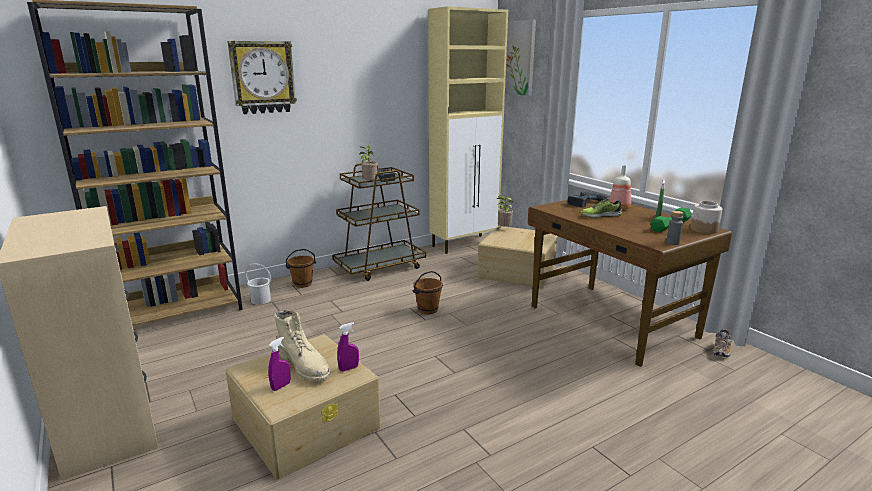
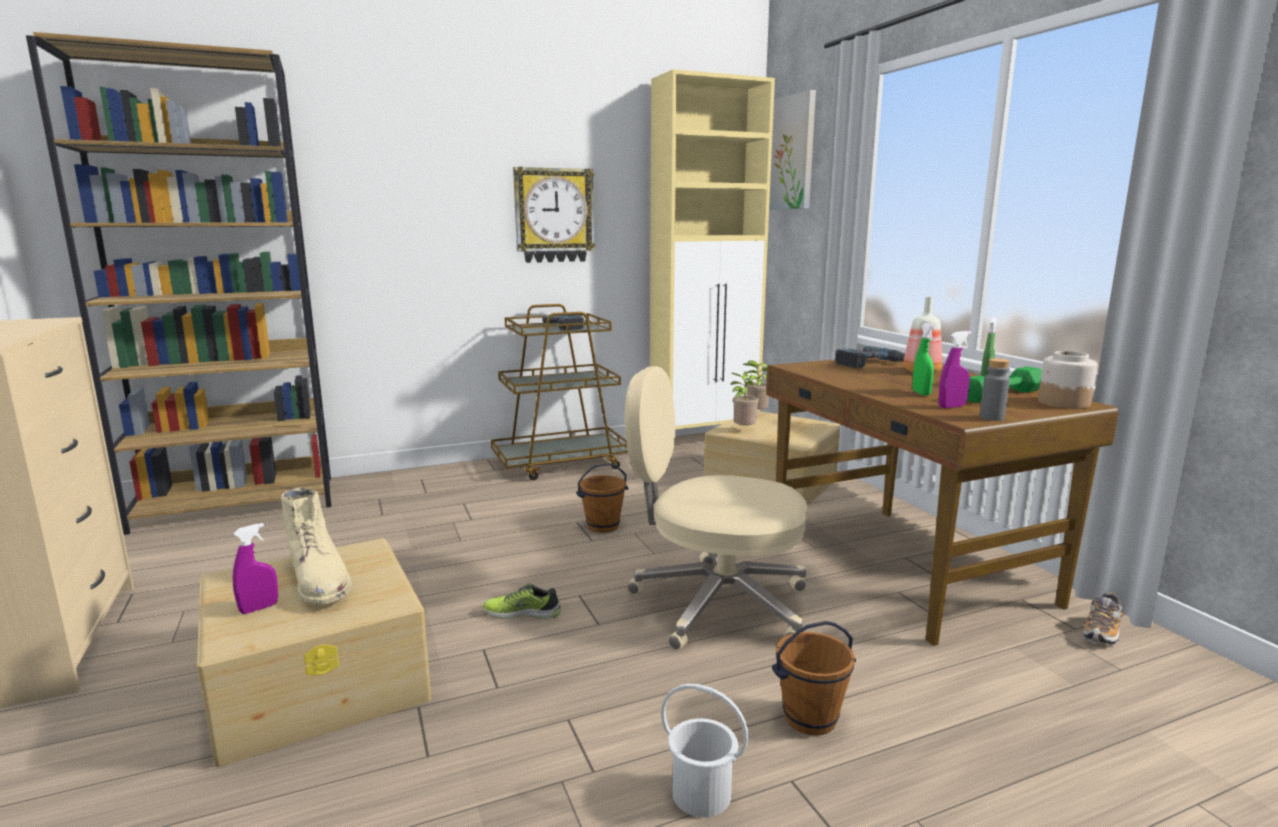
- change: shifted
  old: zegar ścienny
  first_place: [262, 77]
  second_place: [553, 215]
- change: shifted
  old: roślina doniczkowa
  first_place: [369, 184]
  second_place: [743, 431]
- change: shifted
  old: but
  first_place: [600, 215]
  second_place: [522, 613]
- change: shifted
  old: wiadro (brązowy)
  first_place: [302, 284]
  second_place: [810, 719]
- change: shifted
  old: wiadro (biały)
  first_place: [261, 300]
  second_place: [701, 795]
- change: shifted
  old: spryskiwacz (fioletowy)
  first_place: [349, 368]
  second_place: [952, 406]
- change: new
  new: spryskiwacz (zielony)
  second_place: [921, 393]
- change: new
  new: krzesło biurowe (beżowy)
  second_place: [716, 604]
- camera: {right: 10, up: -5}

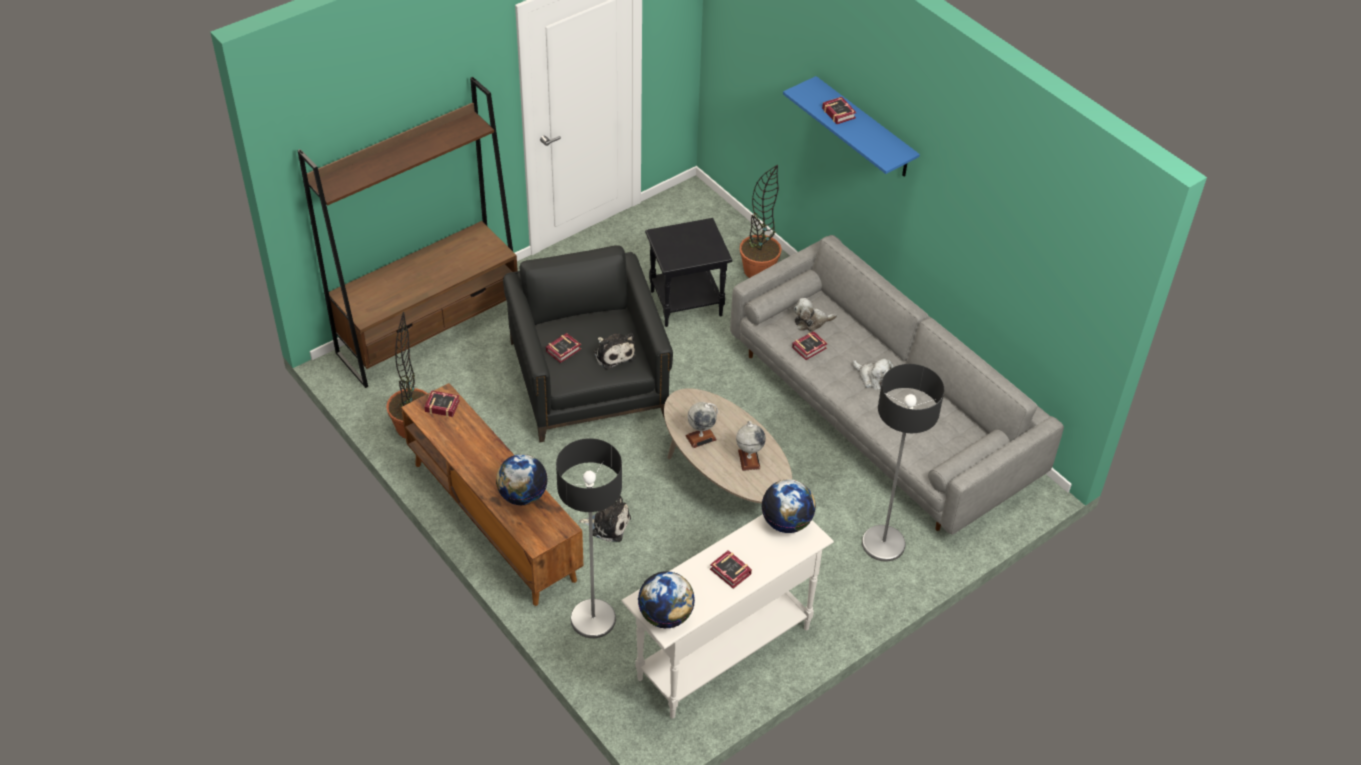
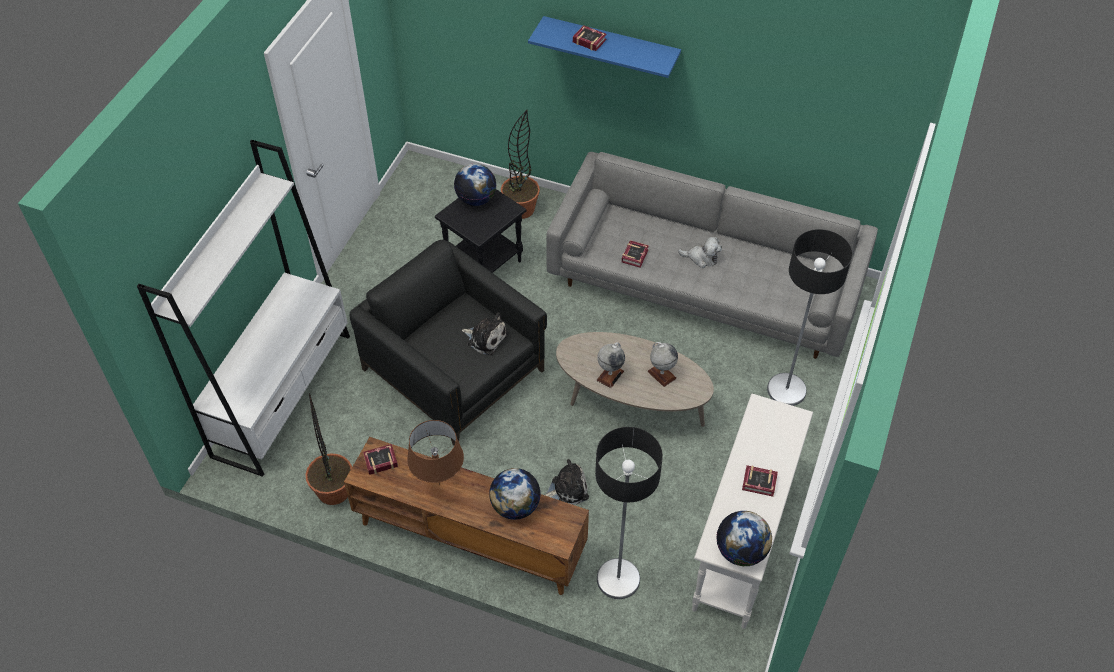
- change: repainted
  old: regał (brązowy)
  new: regał (biały)
  first_place: [430, 331]
  second_place: [283, 394]
- change: gone
  old: pluszak
  first_place: [811, 322]
- change: gone
  old: książka
  first_place: [565, 350]
- change: shifted
  old: globus
  first_place: [787, 522]
  second_place: [476, 199]
- change: new
  new: lampa stołowa (brązowy)
  second_place: [439, 484]
- camera: {right: -30, up: 5}

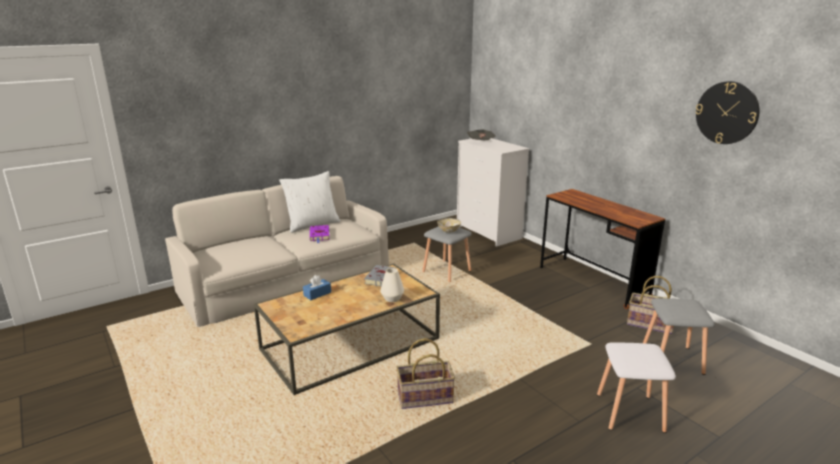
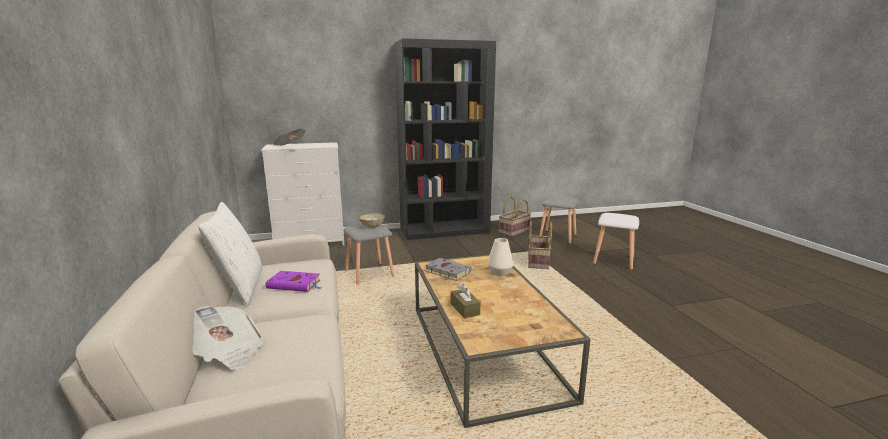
- change: gone
  old: zegar ścienny
  first_place: [727, 113]
- change: swapped
  old: biurko (brązowy)
  new: regał (czarny)
  first_place: [593, 282]
  second_place: [445, 231]
- change: repainted
  old: pudełko chusteczek (niebieski)
  new: pudełko chusteczek (brązowy)
  first_place: [317, 294]
  second_place: [465, 309]
- change: shifted
  old: koszyk
  first_place: [425, 398]
  second_place: [538, 262]
- change: new
  new: gazeta
  second_place: [227, 353]
- camera: {right: -70, up: -5}

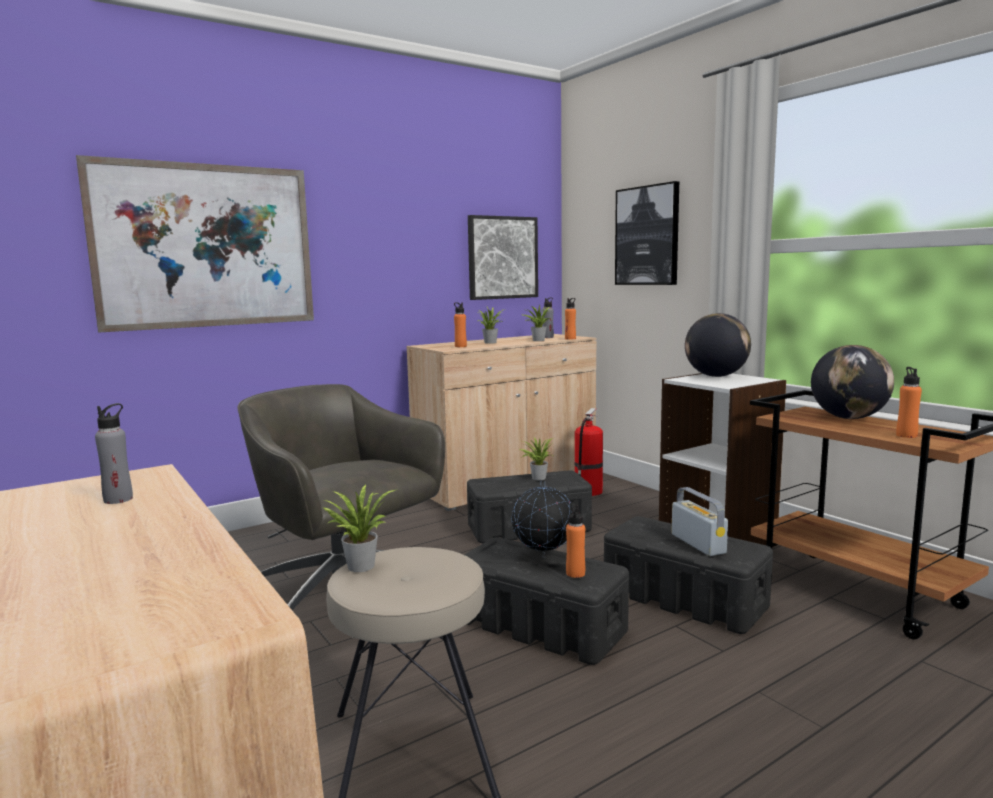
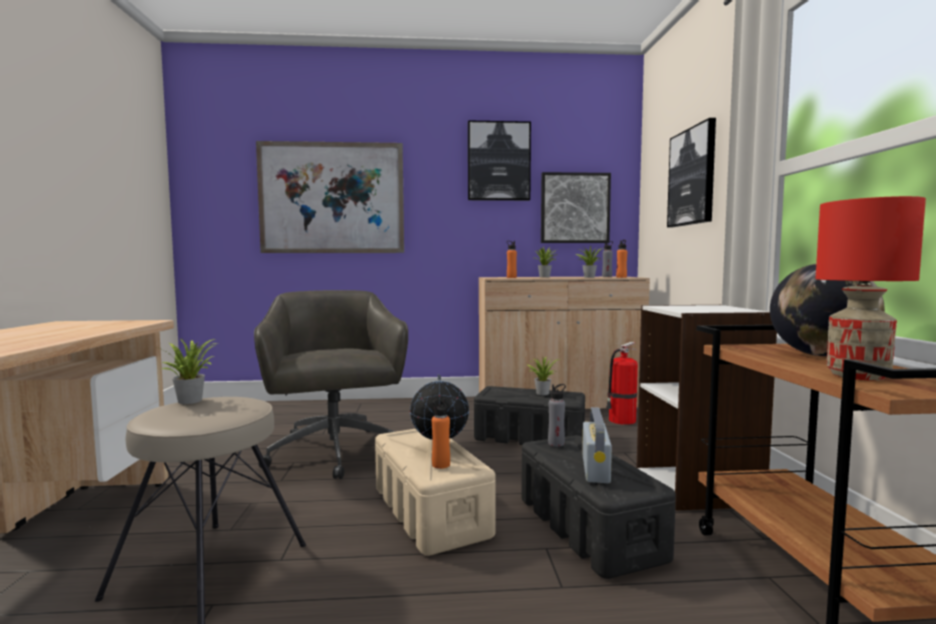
- change: gone
  old: globus
  first_place: [716, 376]
- change: swapped
  old: butelka (pomarańczowy)
  new: lampa stołowa (czerwony)
  first_place: [906, 435]
  second_place: [856, 375]
- change: shifted
  old: butelka (szary)
  first_place: [118, 499]
  second_place: [556, 443]
- change: repainted
  old: pojemnik do przechowywania (czarny)
  new: pojemnik do przechowywania (beżowy)
  first_place: [541, 626]
  second_place: [430, 511]
- change: new
  new: obraz
  second_place: [498, 161]
- camera: {right: 30, up: -5}

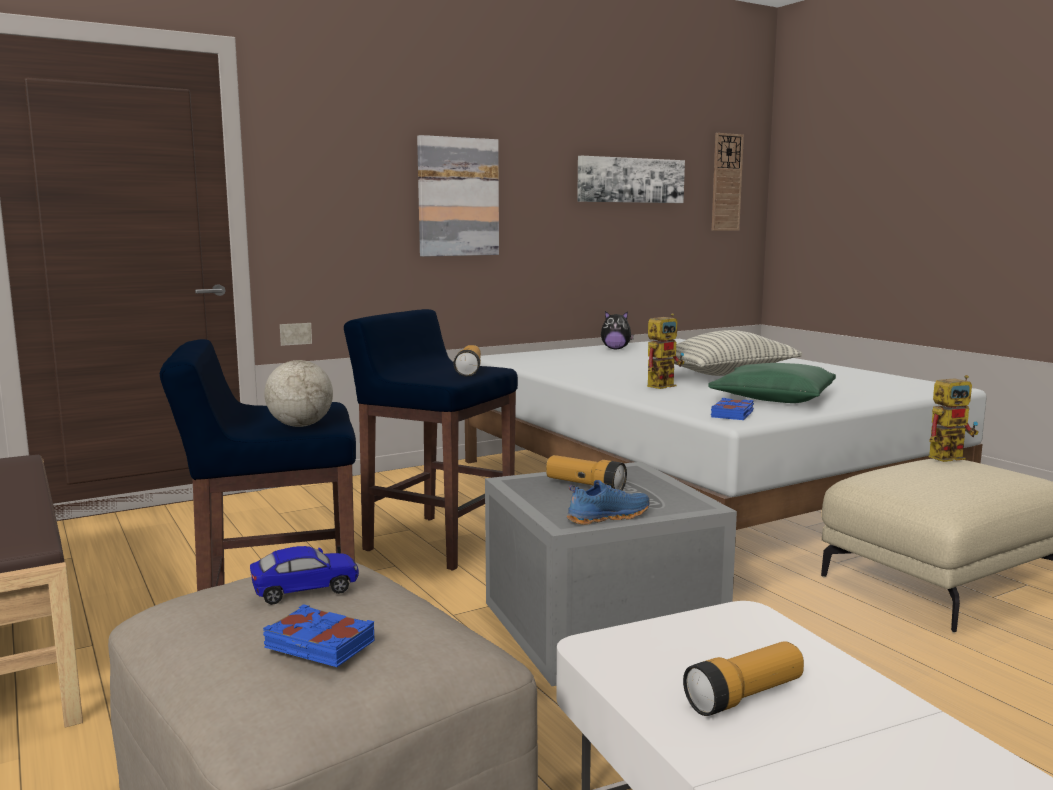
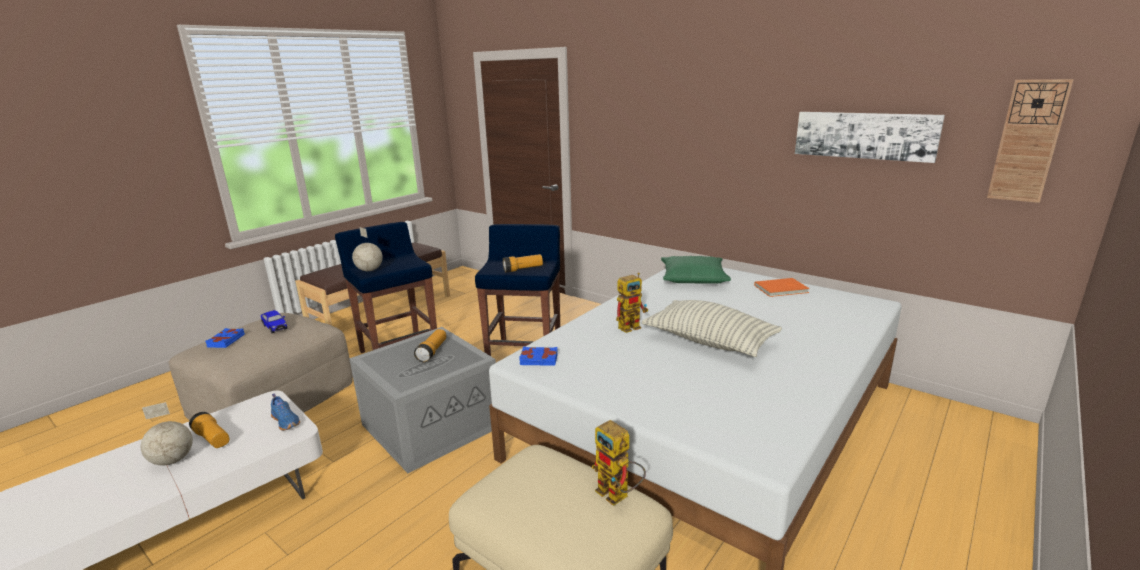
- change: gone
  old: obraz
  first_place: [457, 197]
- change: swapped
  old: pluszak
  new: książka (pomarańczowy)
  first_place: [615, 349]
  second_place: [782, 289]
- change: rotated
  old: robot zabawkowy
  first_place: [663, 385]
  second_place: [632, 326]
  degrees: -60
- change: shifted
  old: poduszka (zielony)
  first_place: [772, 397]
  second_place: [693, 277]
- change: shifted
  old: but (niebieski)
  first_place: [607, 517]
  second_place: [286, 421]
- change: new
  new: globus
  second_place: [172, 460]
- camera: {right: 70, up: 10}

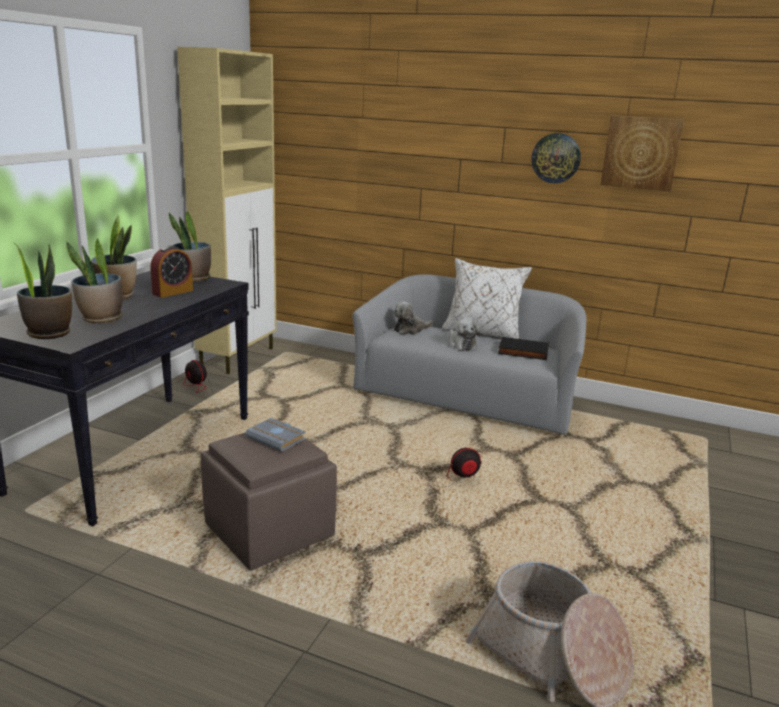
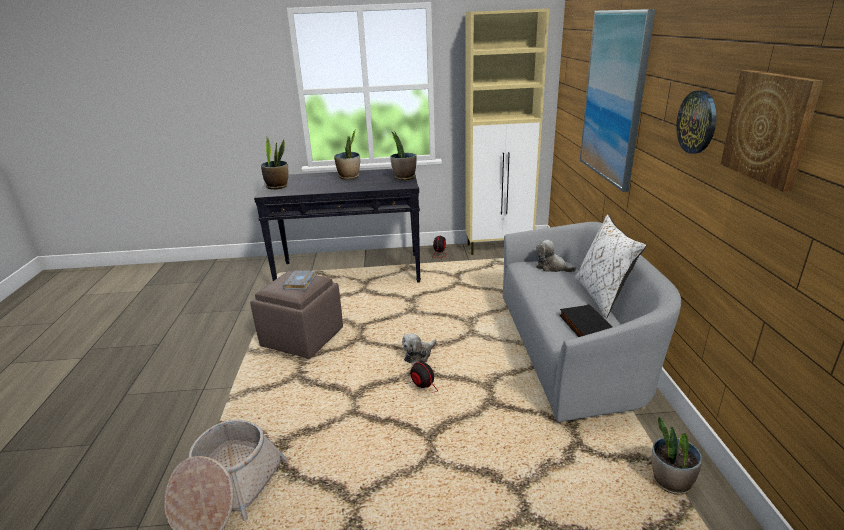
- change: shifted
  old: roślina doniczkowa
  first_place: [101, 319]
  second_place: [670, 481]
- change: gone
  old: budzik
  first_place: [173, 292]
- change: shifted
  old: pluszak
  first_place: [461, 344]
  second_place: [419, 356]
- change: new
  new: obraz
  second_place: [614, 97]
- camera: {right: 65, up: 5}

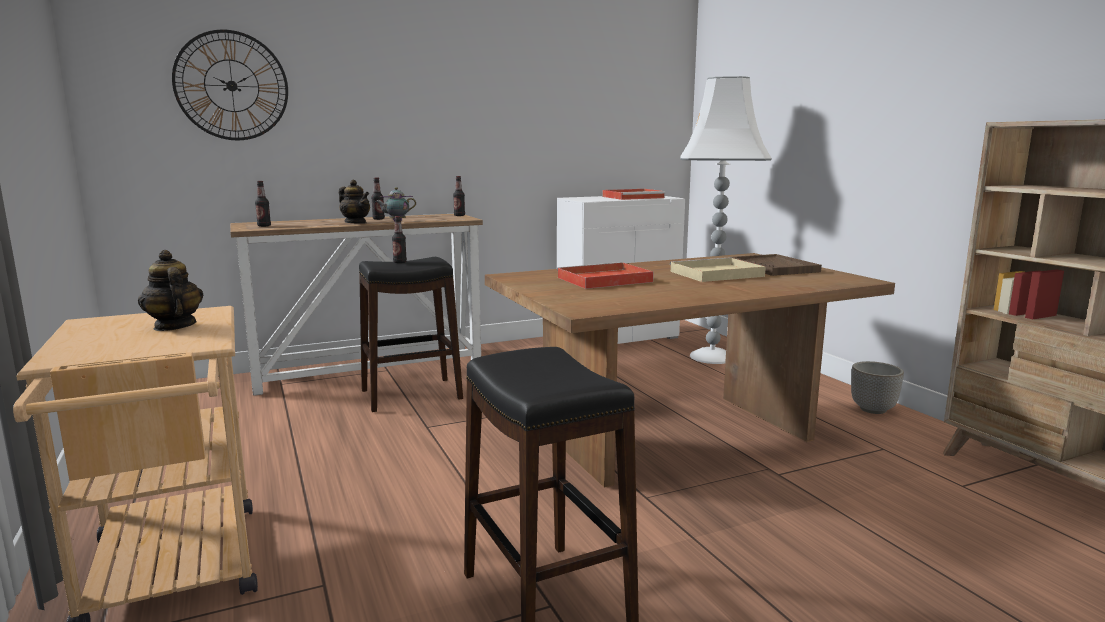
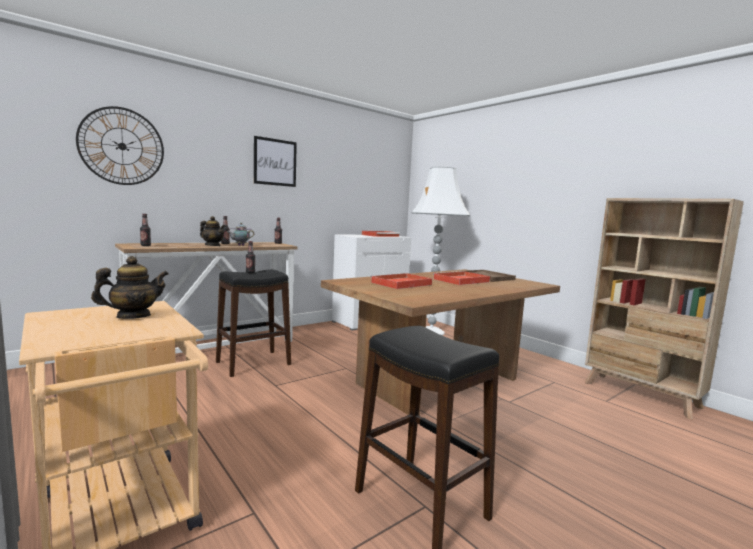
- change: rotated
  old: imbryk
  first_place: [174, 326]
  second_place: [133, 316]
  degrees: 105
- change: repainted
  old: taca (beżowy)
  new: taca (czerwony)
  first_place: [715, 274]
  second_place: [460, 280]
- change: gone
  old: donica
  first_place: [872, 409]
- change: new
  new: obraz
  second_place: [275, 162]
- camera: {right: -15, up: -5}

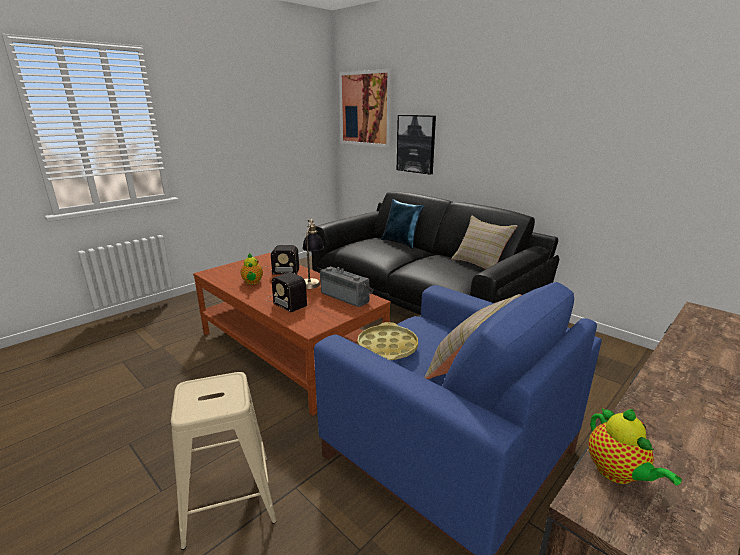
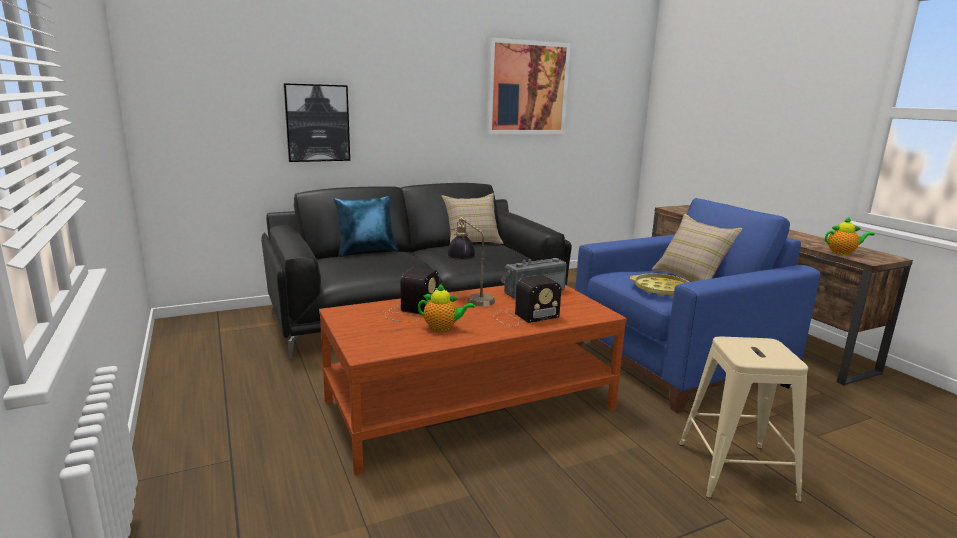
- change: shifted
  old: obraz
  first_place: [365, 109]
  second_place: [527, 88]
- camera: {right: -70, up: -5}

